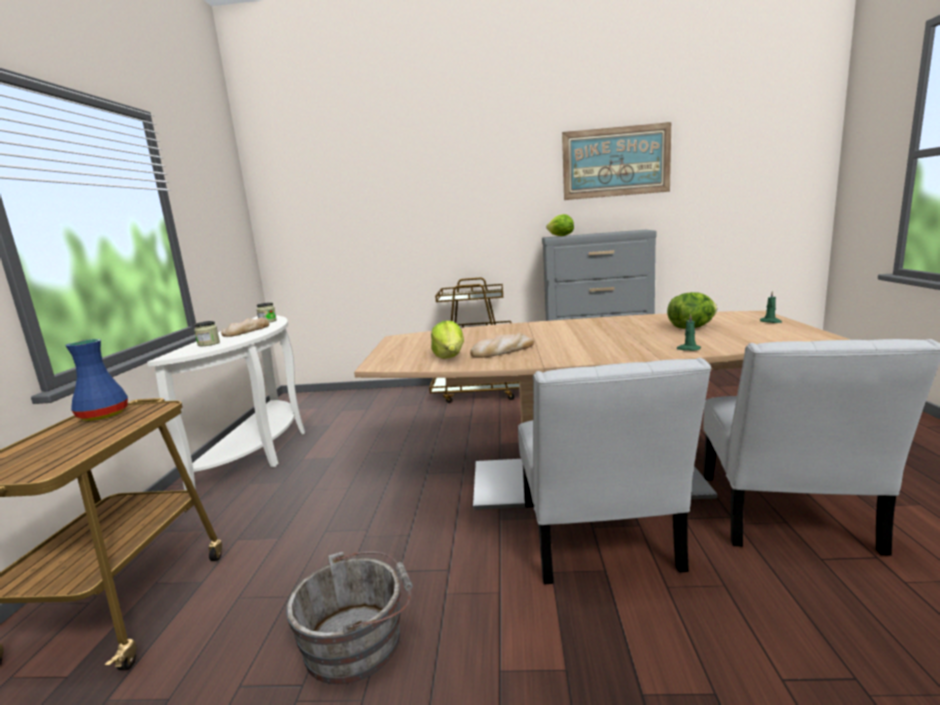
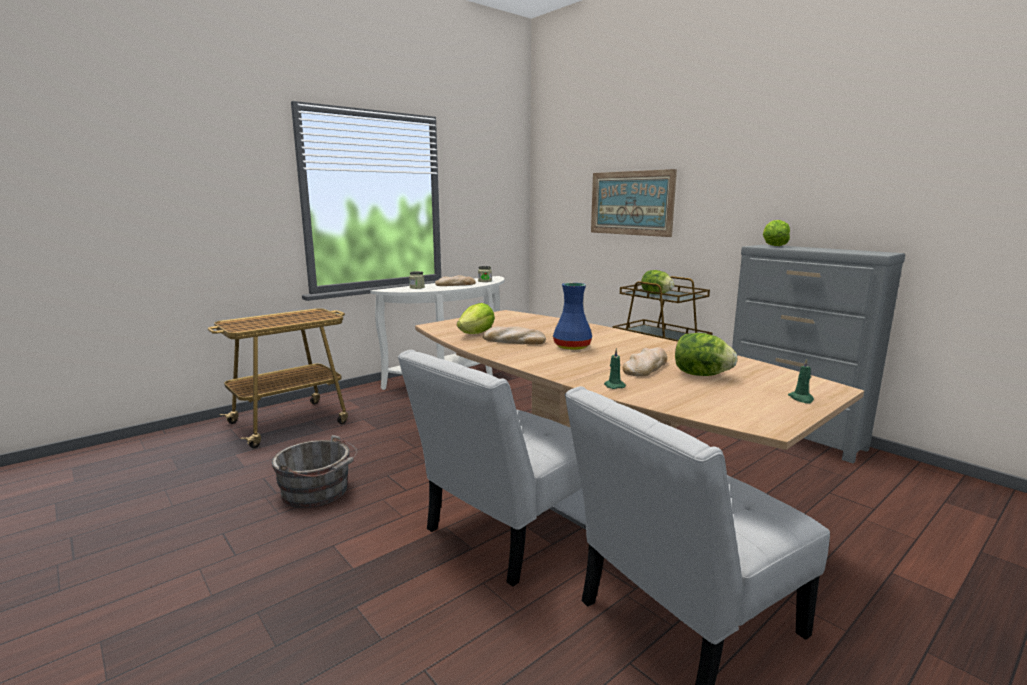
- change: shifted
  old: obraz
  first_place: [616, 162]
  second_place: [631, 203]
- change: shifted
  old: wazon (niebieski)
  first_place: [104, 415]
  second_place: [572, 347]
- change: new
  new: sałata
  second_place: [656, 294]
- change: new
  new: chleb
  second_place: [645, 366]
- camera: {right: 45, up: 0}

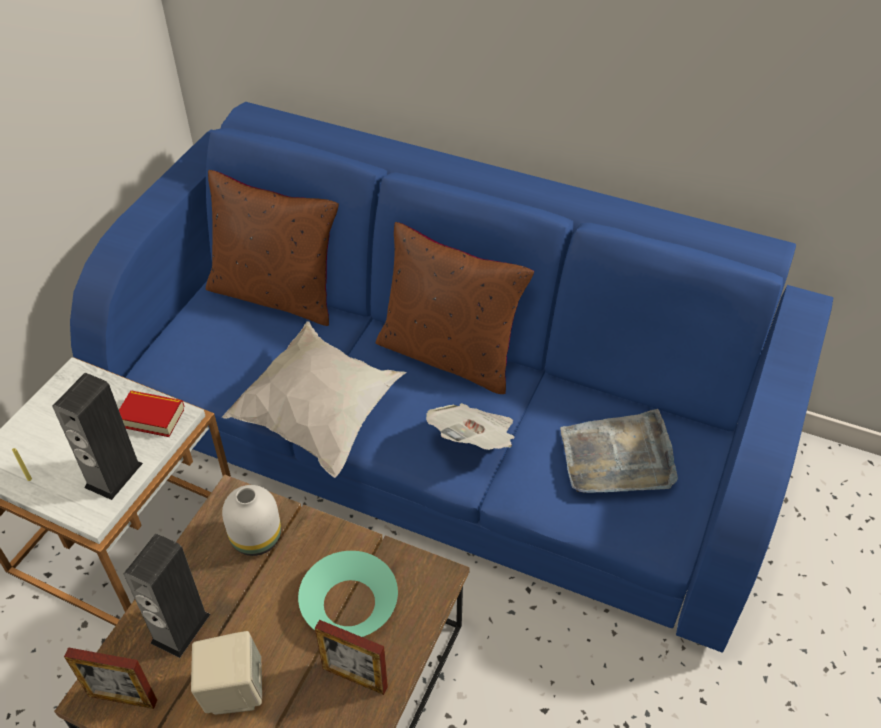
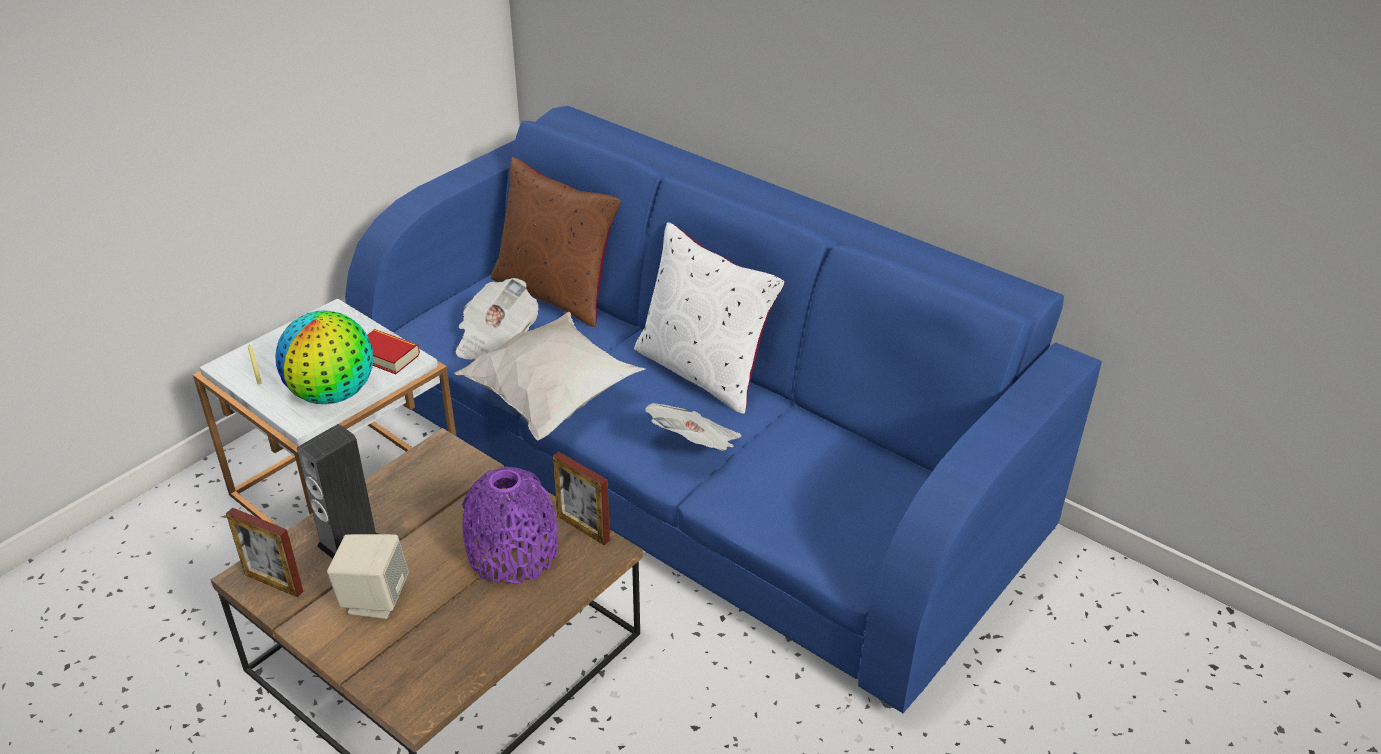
- change: repainted
  old: poduszka (brązowy)
  new: poduszka (biały)
  first_place: [449, 355]
  second_place: [703, 372]
- change: swapped
  old: głośnik
  new: globus
  first_place: [114, 475]
  second_place: [333, 394]
- change: gone
  old: taca (szary)
  first_place: [617, 457]
- change: gone
  old: wazon (biały)
  first_place: [258, 538]
- change: swapped
  old: miska (turkusowy)
  new: wazon (fioletowy)
  first_place: [349, 602]
  second_place: [513, 553]
- change: shifted
  old: ramka na zdjęcie
  first_place: [355, 677]
  second_place: [583, 528]
- change: new
  new: gazeta
  second_place: [495, 340]
- camera: {right: 15, up: -10}

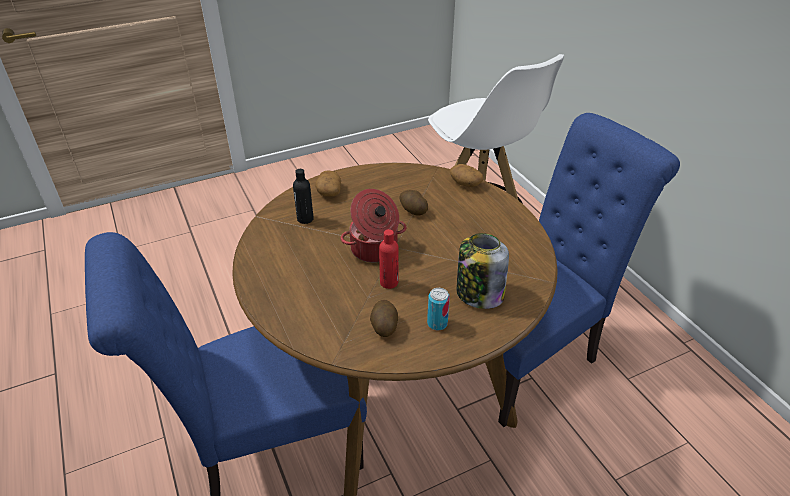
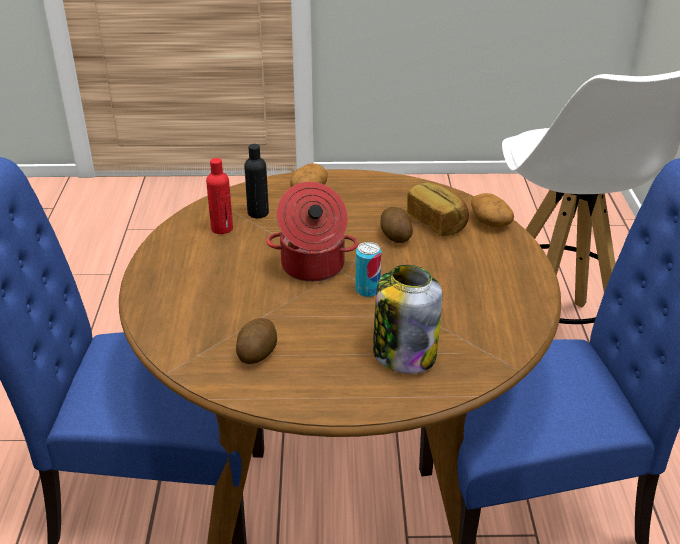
- change: shifted
  old: butelka (czerwony)
  first_place: [389, 282]
  second_place: [222, 228]
- change: shifted
  old: puszka
  first_place: [437, 323]
  second_place: [367, 290]
- change: new
  new: chleb
  second_place: [437, 222]
- camera: {right: 25, up: -5}

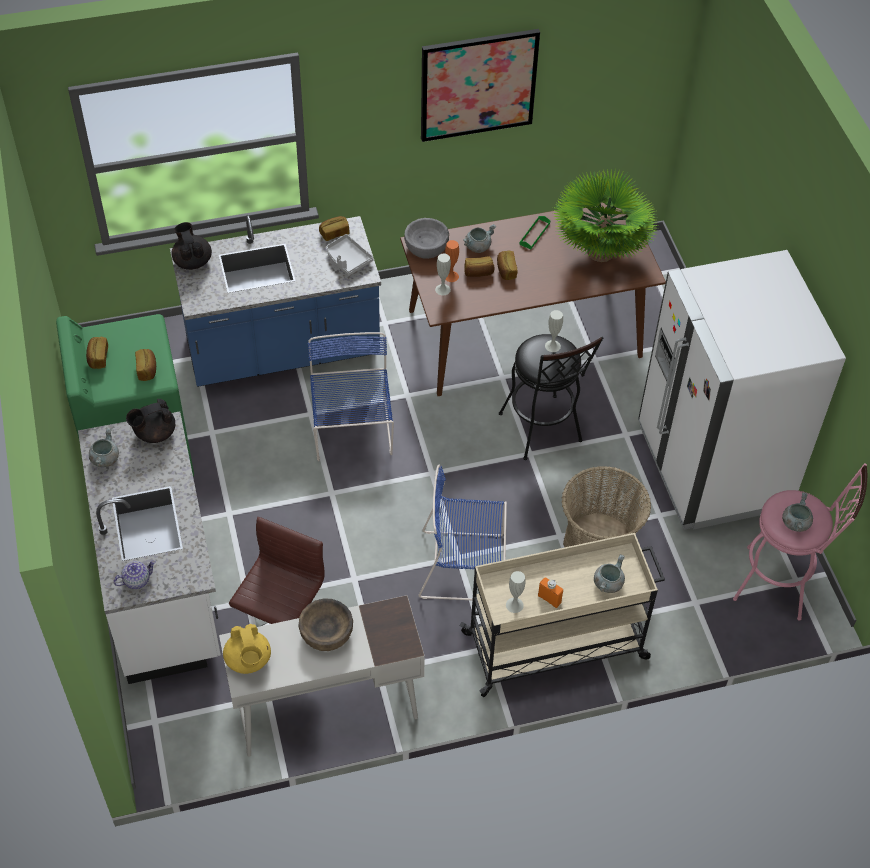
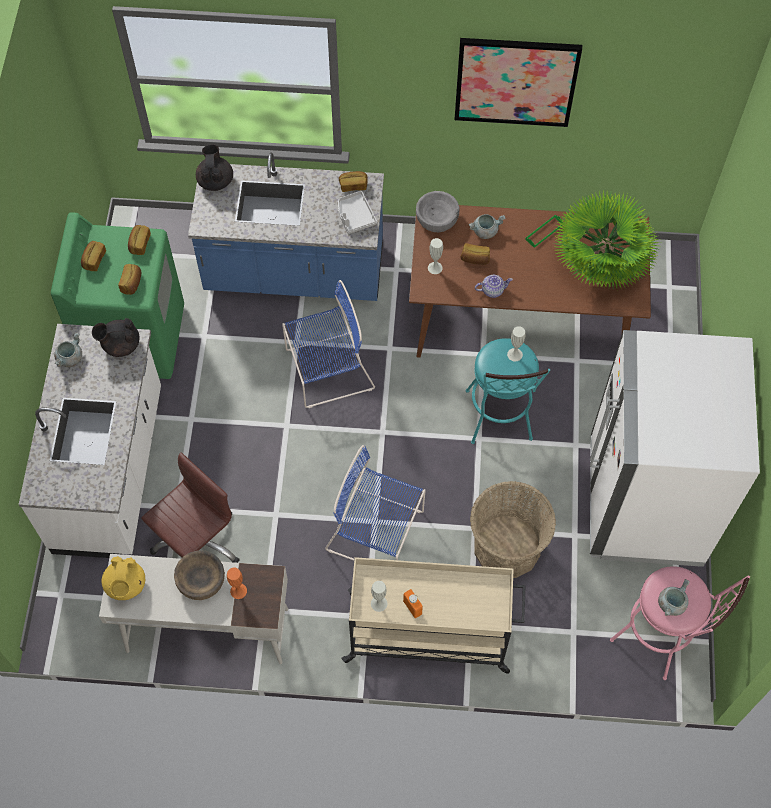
- change: shifted
  old: wazon (pomarańczowy)
  first_place: [451, 276]
  second_place: [238, 591]
- change: shifted
  old: chleb
  first_place: [506, 270]
  second_place: [139, 244]
- change: rotated
  old: krzesło (niebieski)
  first_place: [352, 431]
  second_place: [326, 370]
  degrees: 60
- change: repainted
  old: stołek (czarny)
  new: stołek (turkusowy)
  first_place: [543, 432]
  second_place: [499, 421]
- change: gone
  old: garnek (szary)
  first_place: [608, 583]
- change: shifted
  old: imbryk
  first_place: [137, 580]
  second_place: [492, 290]
- camera: {right: 20, up: 10}

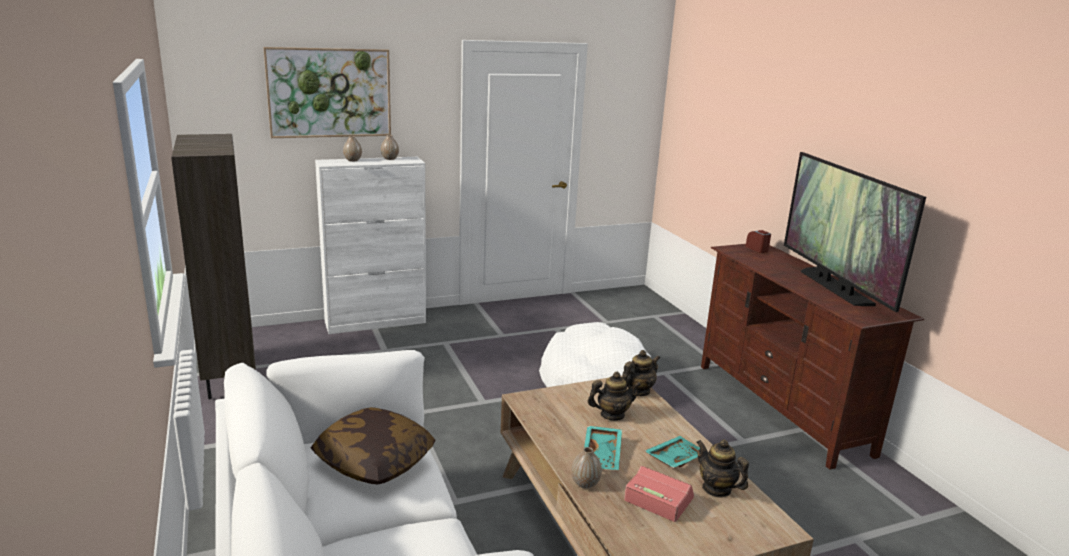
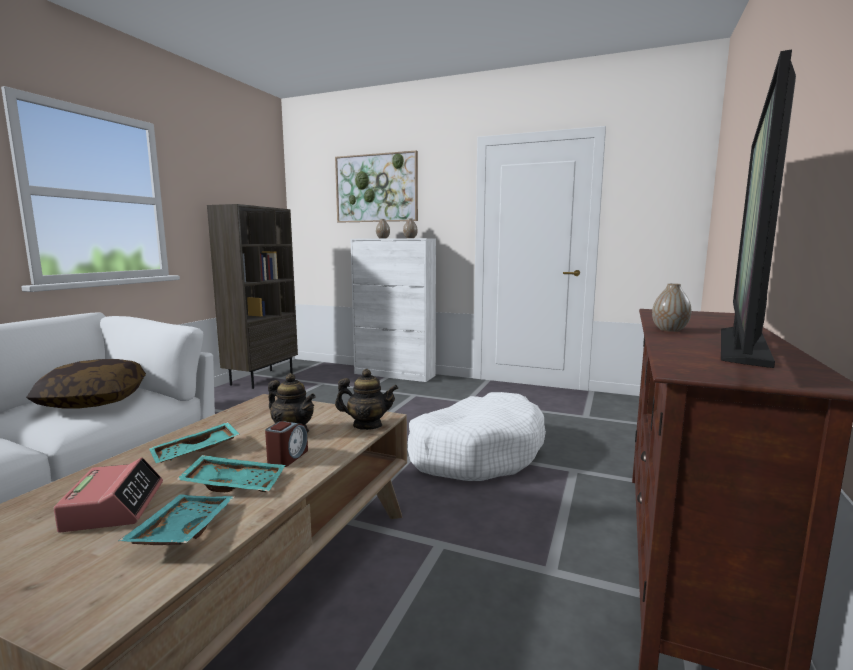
- change: shifted
  old: budzik
  first_place: [757, 249]
  second_place: [287, 458]
- change: swapped
  old: imbryk
  new: taca (turkusowy)
  first_place: [716, 489]
  second_place: [181, 531]
- change: shifted
  old: wazon
  first_place: [585, 483]
  second_place: [669, 330]
- camera: {right: 45, up: -10}

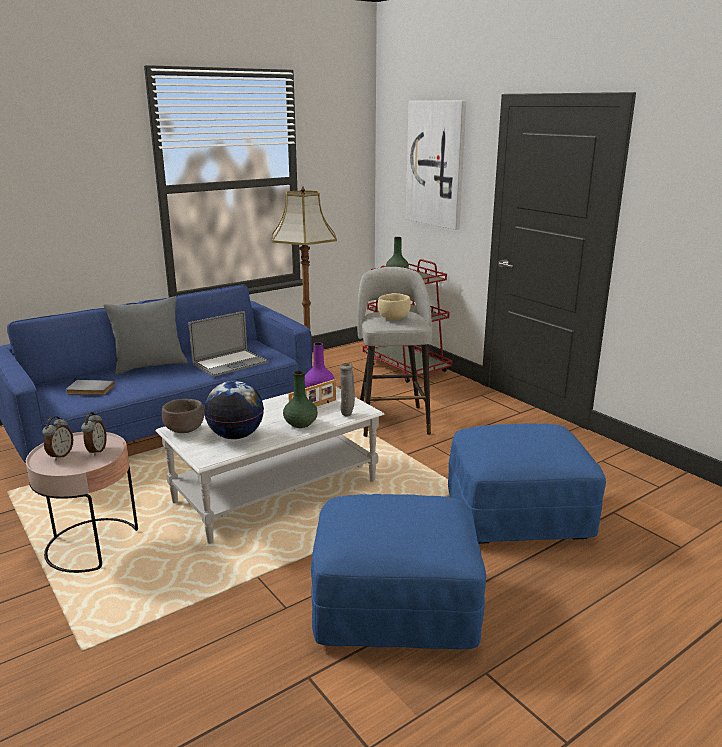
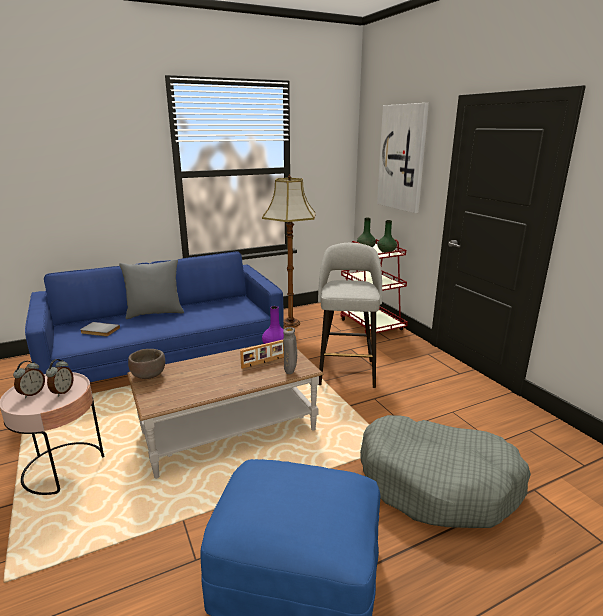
- change: gone
  old: miska (beżowy)
  first_place: [394, 318]
- change: gone
  old: laptop
  first_place: [230, 363]
- change: shifted
  old: wazon (zielony)
  first_place: [300, 424]
  second_place: [386, 251]
- change: gone
  old: globus
  first_place: [236, 436]
- change: repainted
  old: ława (biały)
  new: ława (brązowy)
  first_place: [276, 492]
  second_place: [229, 431]
- change: swapped
  old: pufa (niebieski)
  new: legowisko (szary)
  first_place: [518, 516]
  second_place: [438, 483]
- camera: {right: 10, up: 0}

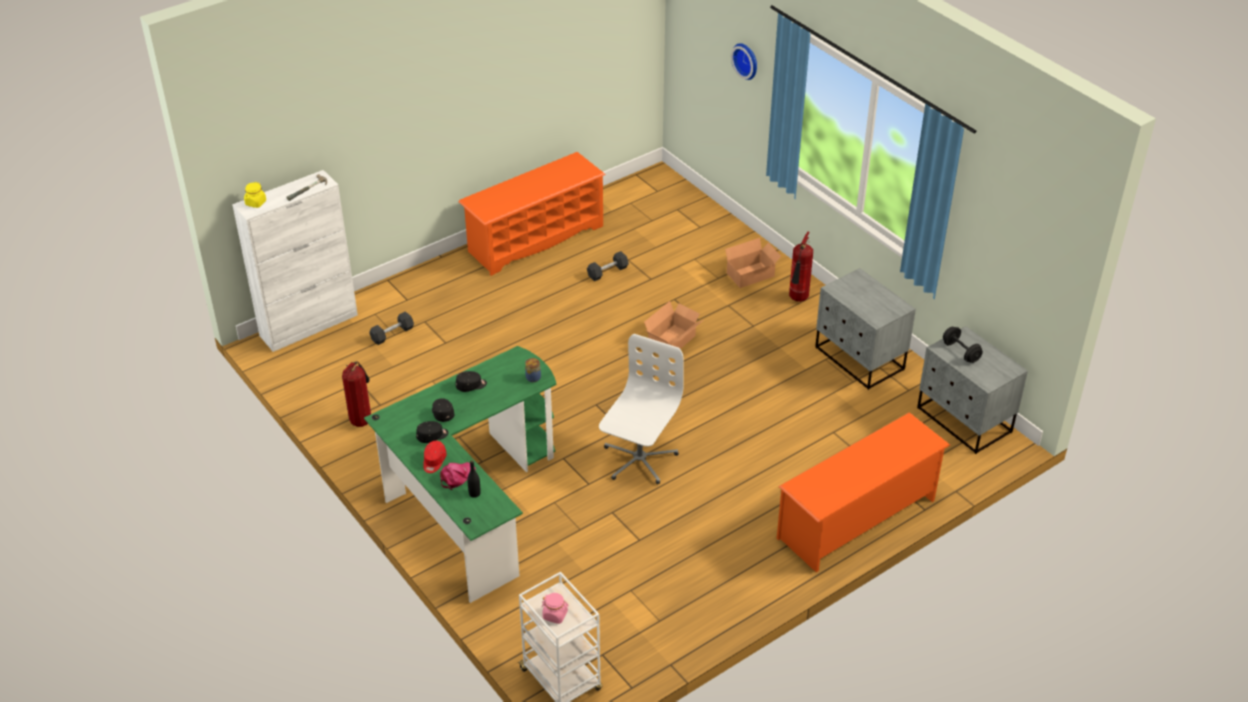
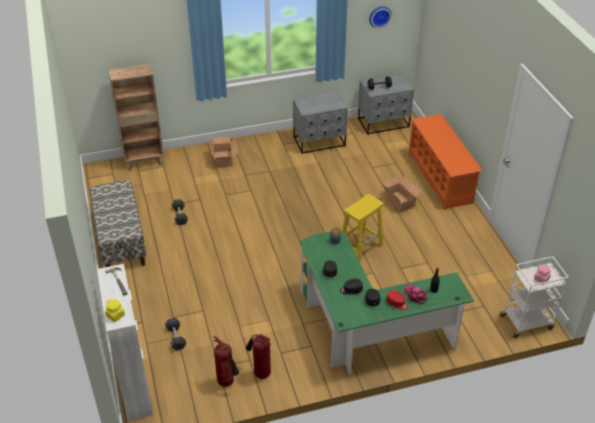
- change: shifted
  old: zegar ścienny
  first_place: [747, 60]
  second_place: [379, 16]
- change: swapped
  old: regał na buty (pomarańczowy)
  new: ławka
  first_place: [535, 239]
  second_place: [120, 240]
- change: shifted
  old: gaśnica
  first_place: [798, 299]
  second_place: [227, 383]
- change: shifted
  old: karton
  first_place: [674, 341]
  second_place: [400, 201]
- change: swapped
  old: krzesło biurowe (biały)
  new: stołek (żółty)
  first_place: [639, 459]
  second_place: [361, 246]
- change: new
  new: regał (brązowy)
  second_place: [144, 161]
- camera: {right: -70, up: 0}

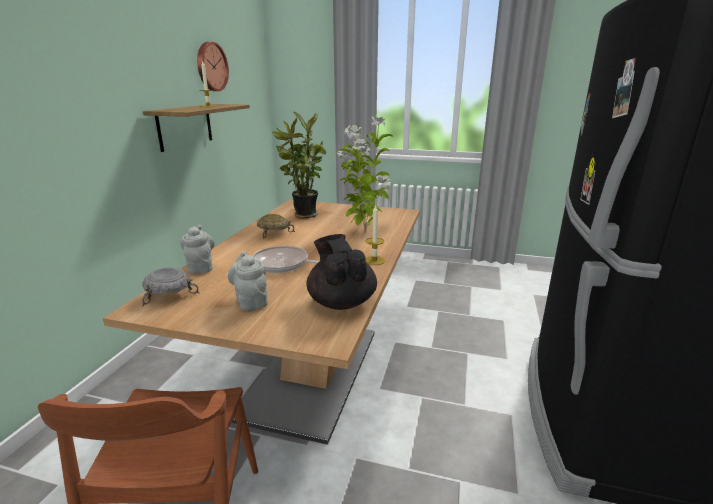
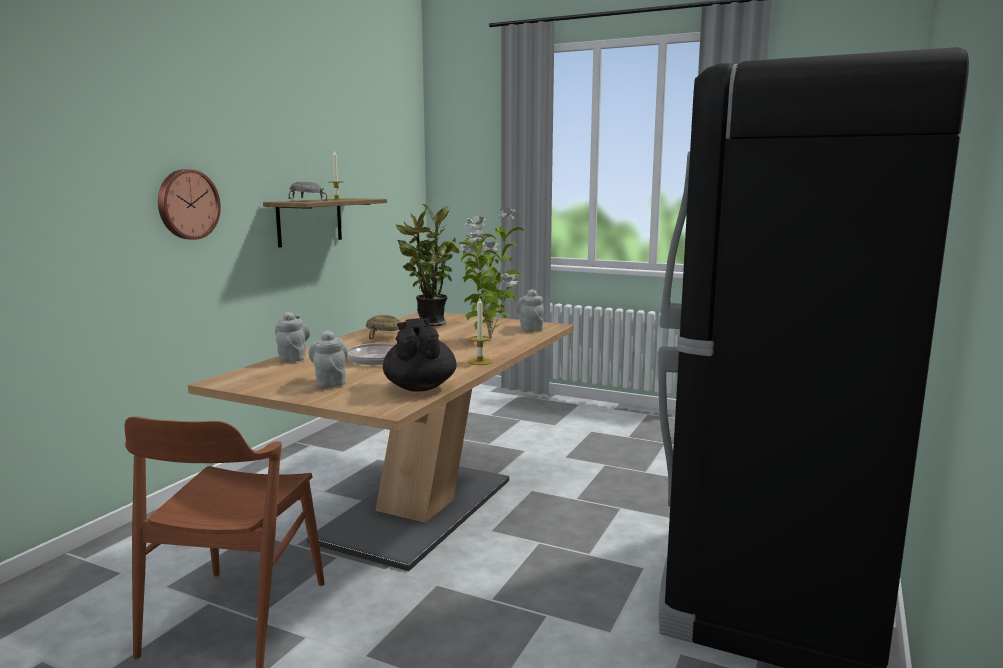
- change: shifted
  old: zegar ścienny
  first_place: [211, 66]
  second_place: [187, 204]
- change: shifted
  old: miska (szary)
  first_place: [167, 295]
  second_place: [305, 201]
- change: new
  new: imbryk (szary)
  second_place: [530, 328]
- camera: {right: 10, up: -10}

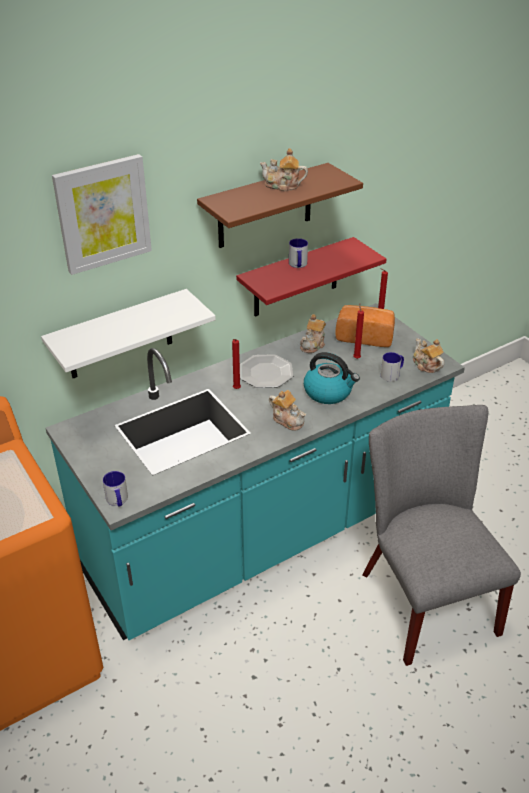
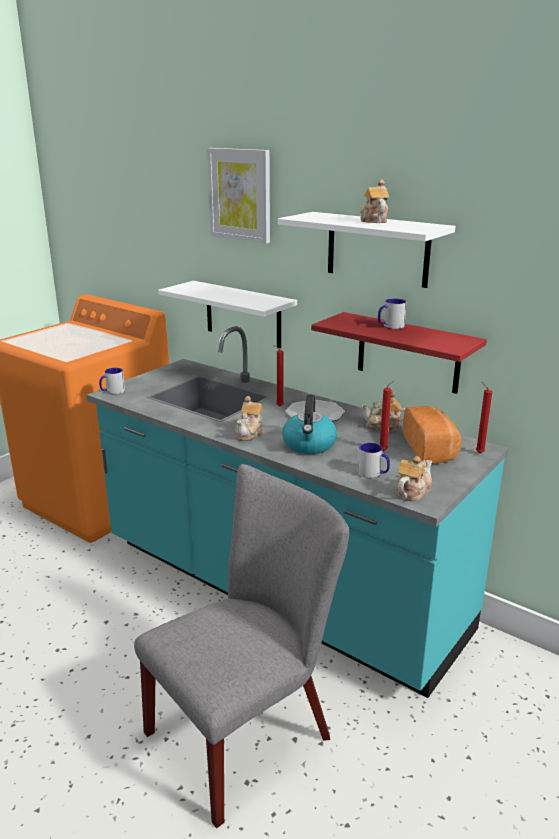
- change: repainted
  old: półka (brązowy)
  new: półka (biały)
  first_place: [265, 207]
  second_place: [377, 249]
- camera: {right: 70, up: -15}

